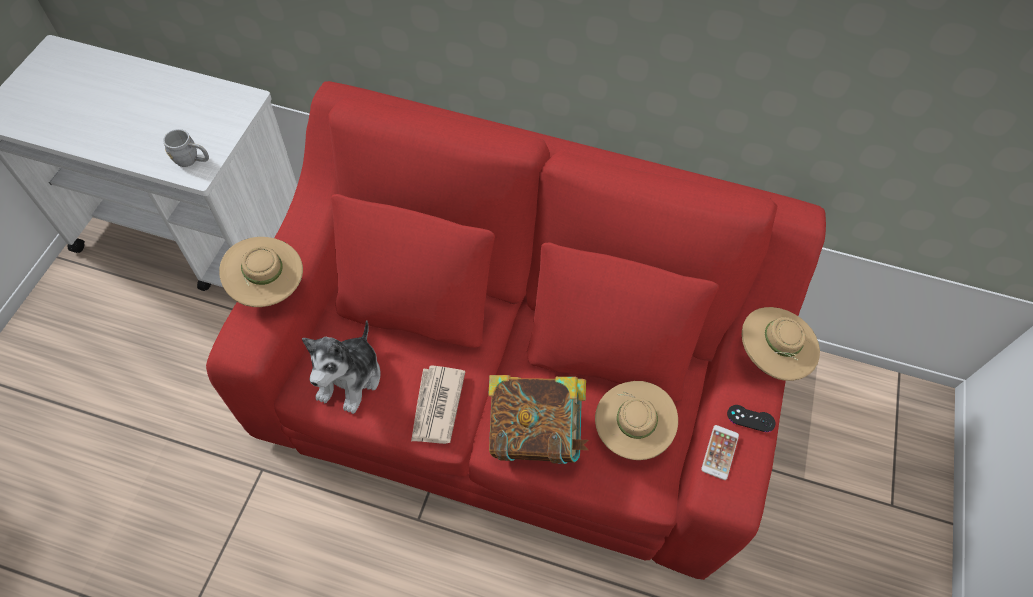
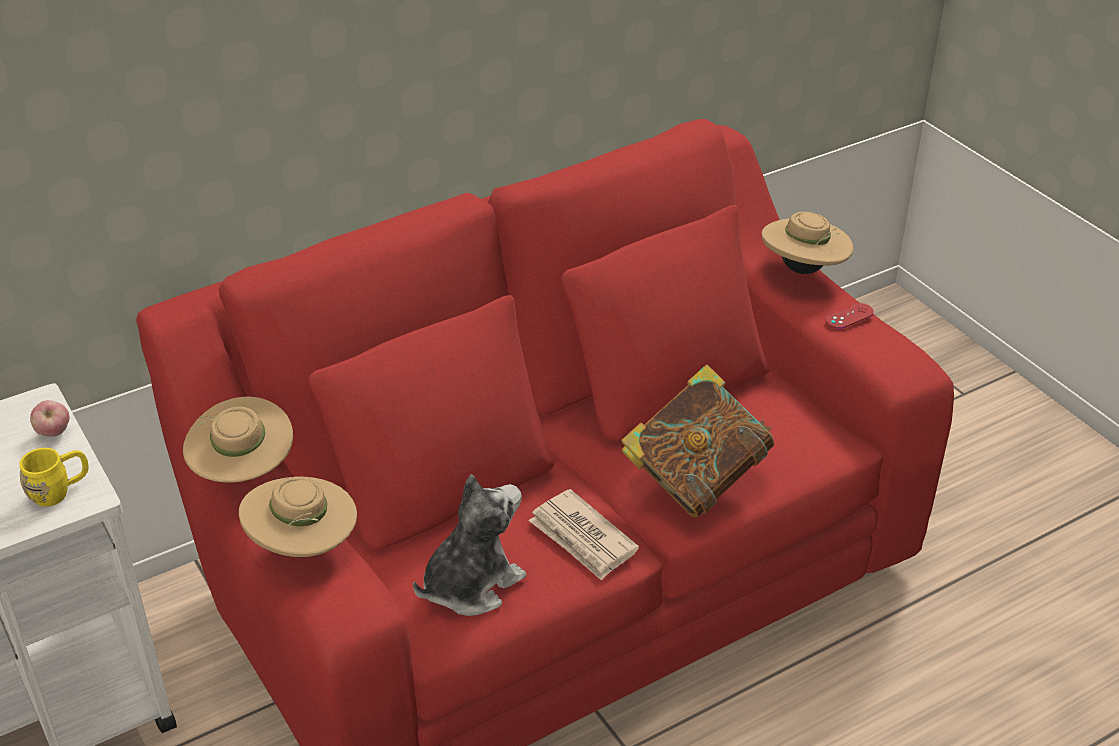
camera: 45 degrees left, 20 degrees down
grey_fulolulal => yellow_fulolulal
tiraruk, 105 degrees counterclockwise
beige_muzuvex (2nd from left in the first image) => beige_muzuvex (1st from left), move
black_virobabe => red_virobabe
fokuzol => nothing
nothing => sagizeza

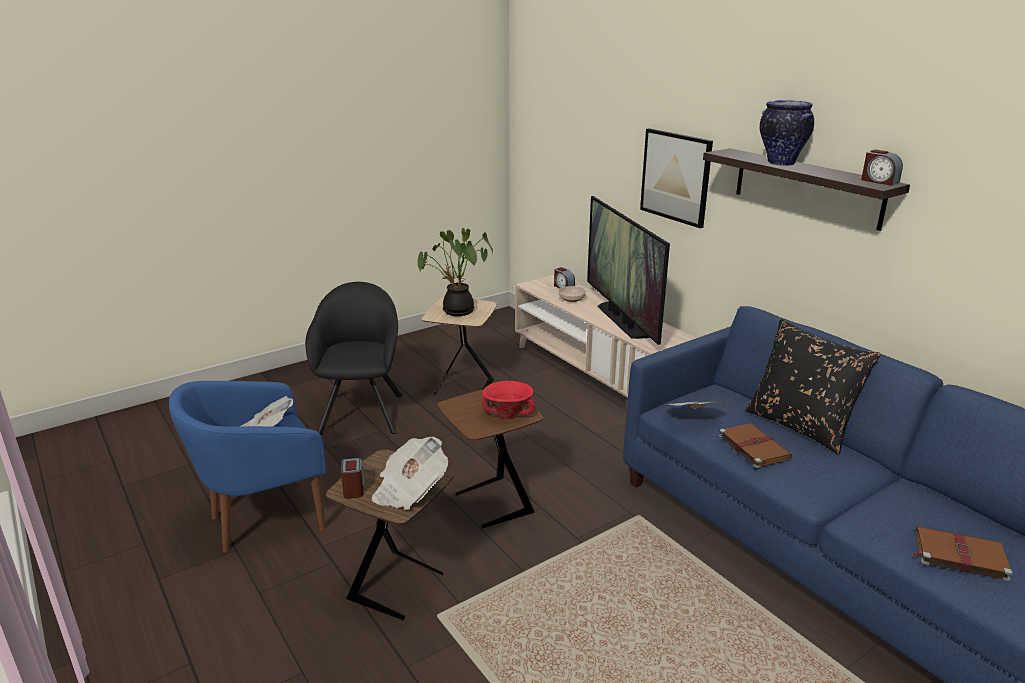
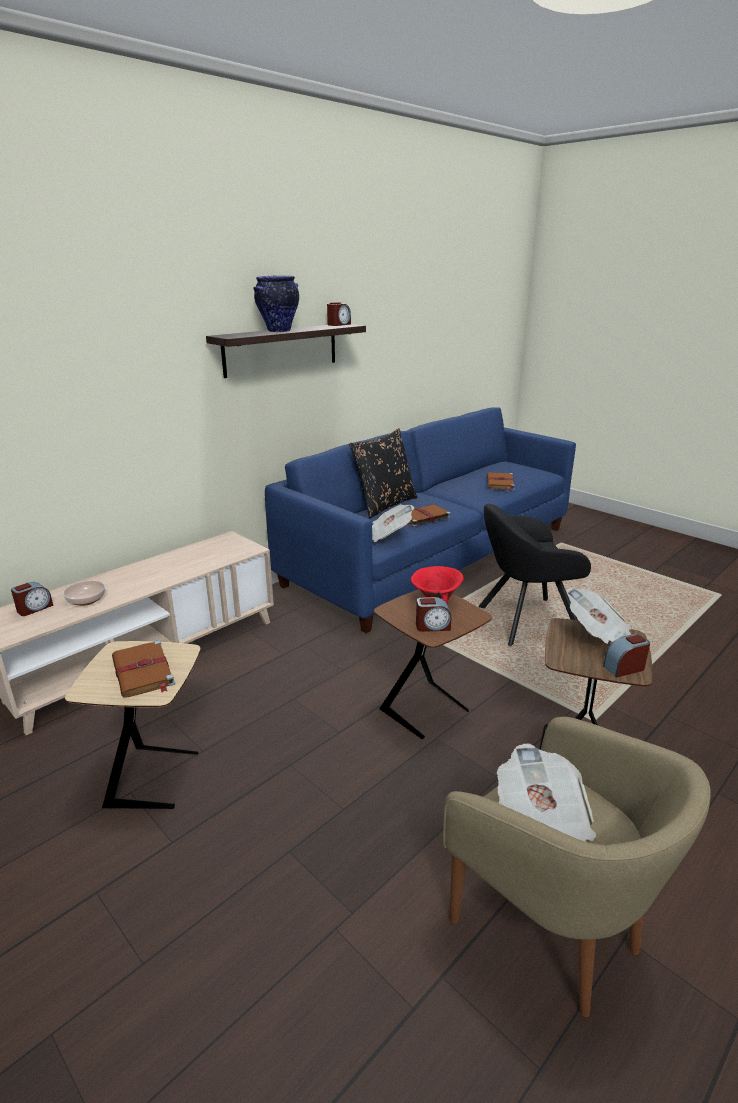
camera: 100 degrees left, 0 degrees up
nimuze => nothing
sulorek => nothing
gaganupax => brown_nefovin (1st from left)
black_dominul, move
blue_dominul => beige_dominul
nothing => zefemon (3rd from left)

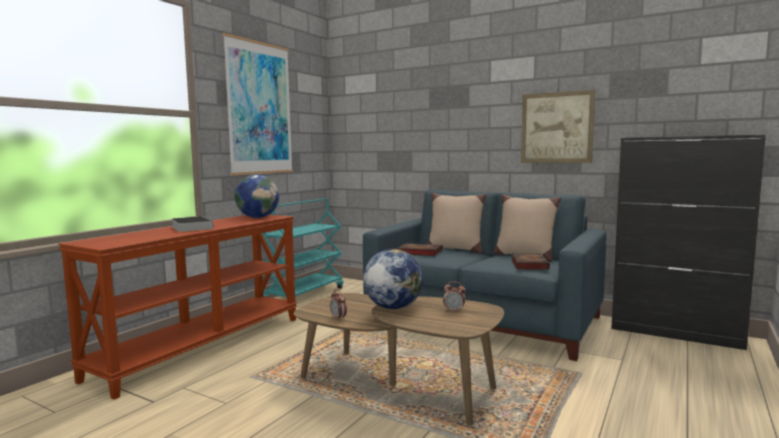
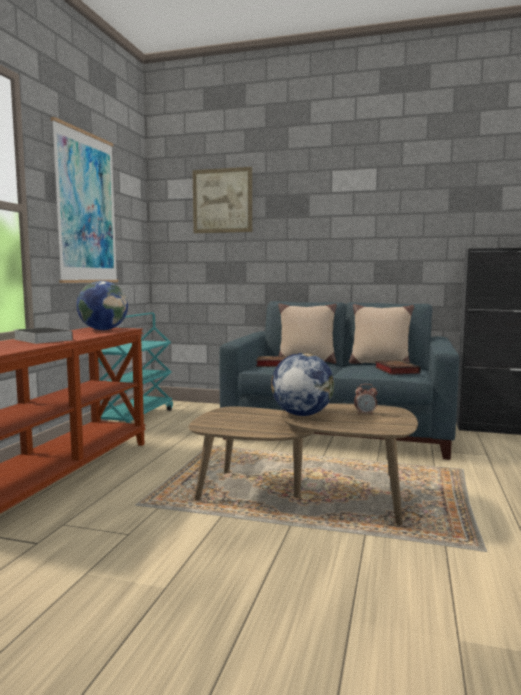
camera: 15 degrees left, 0 degrees up
nimuze (2nd from left), move
zefemon (1st from left) => nothing

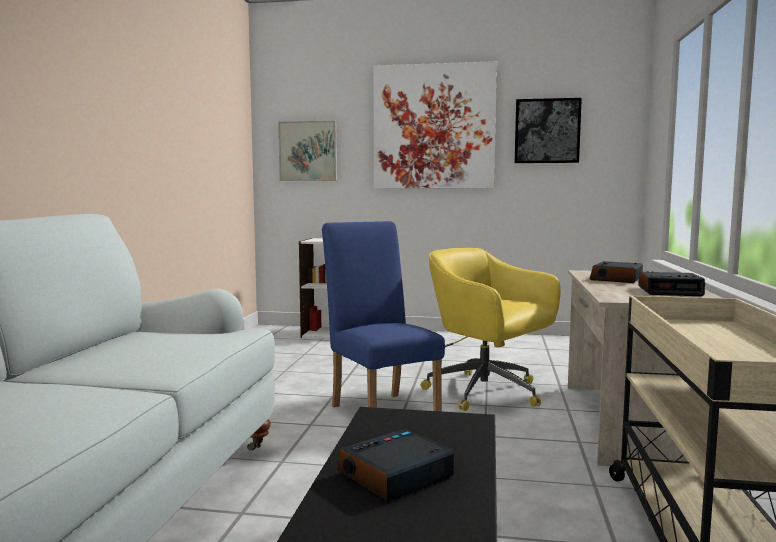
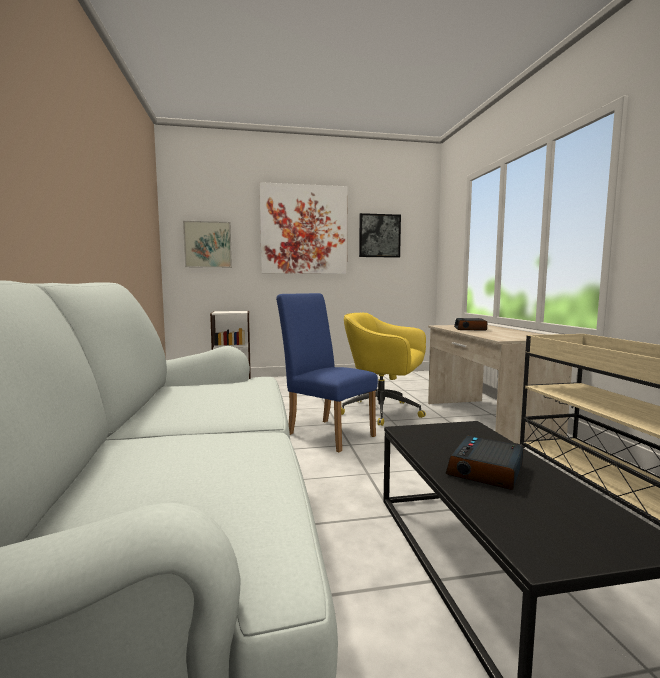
camera: 20 degrees left, 0 degrees up
zefemon (3rd from left) => nothing

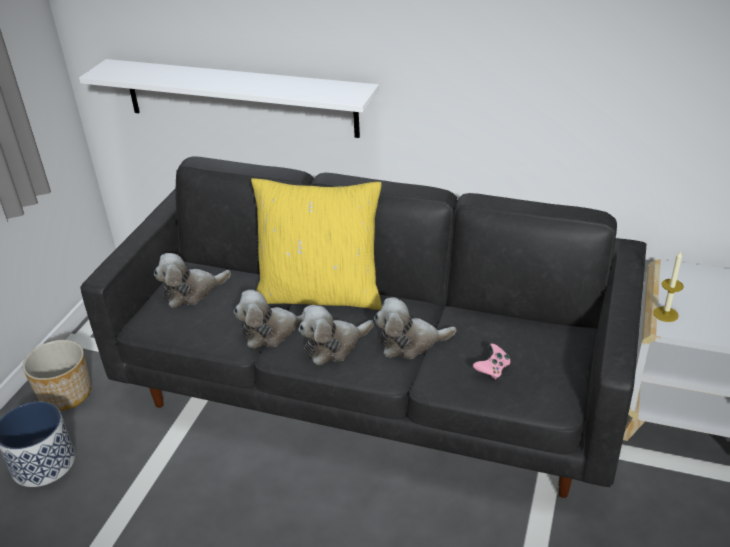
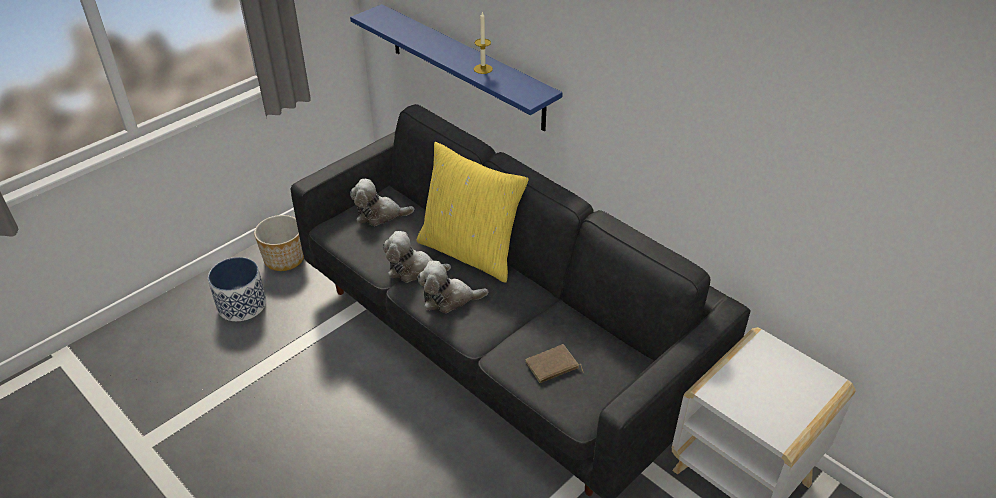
camera: 25 degrees right, 5 degrees up
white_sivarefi => blue_sivarefi
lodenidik, move
tiraruk (4th from left) => nothing
pink_virobabe => brown_nefovin

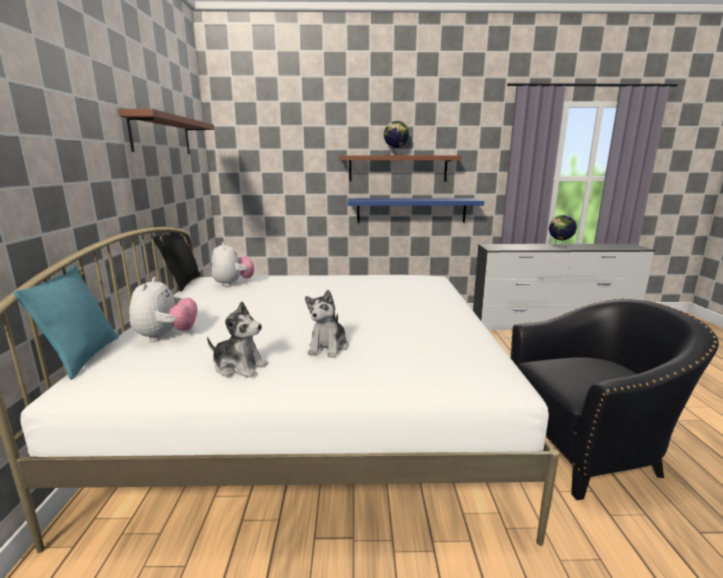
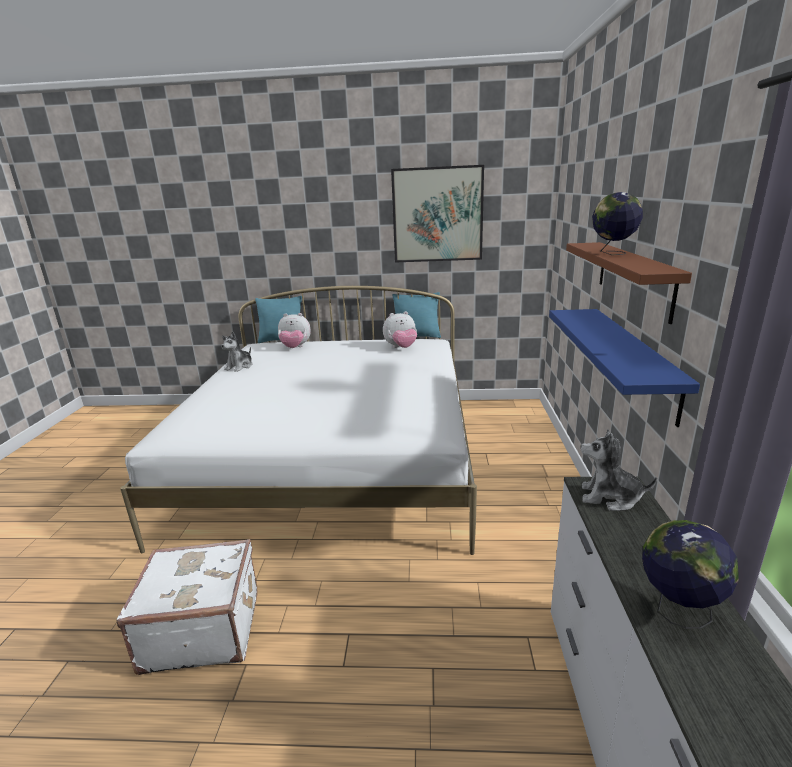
camera: 95 degrees right, 5 degrees up
brown_sivarefi (1st from left) => nimuze
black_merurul => turquoise_merurul (2nd from left)
tiraruk (4th from left), move
black_dominul => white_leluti

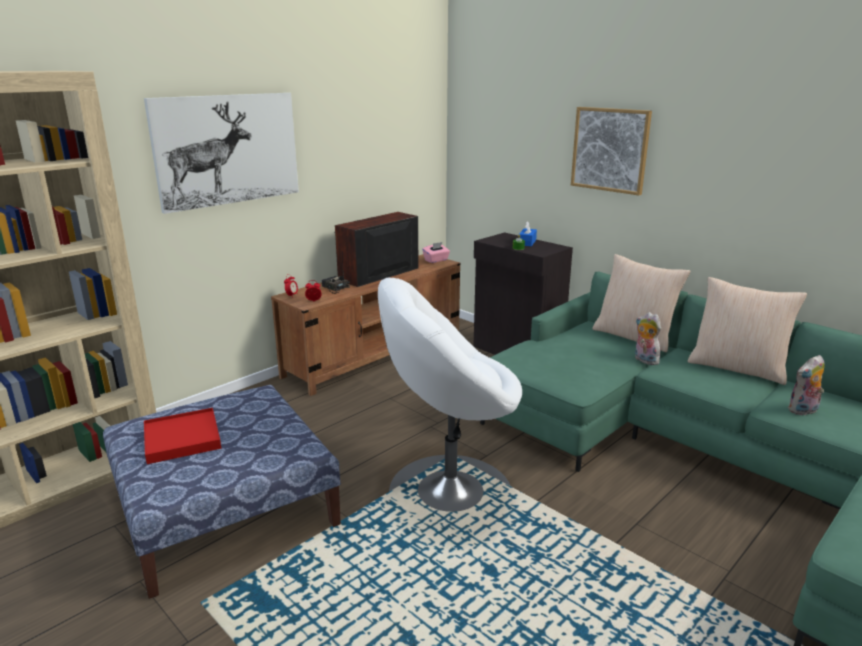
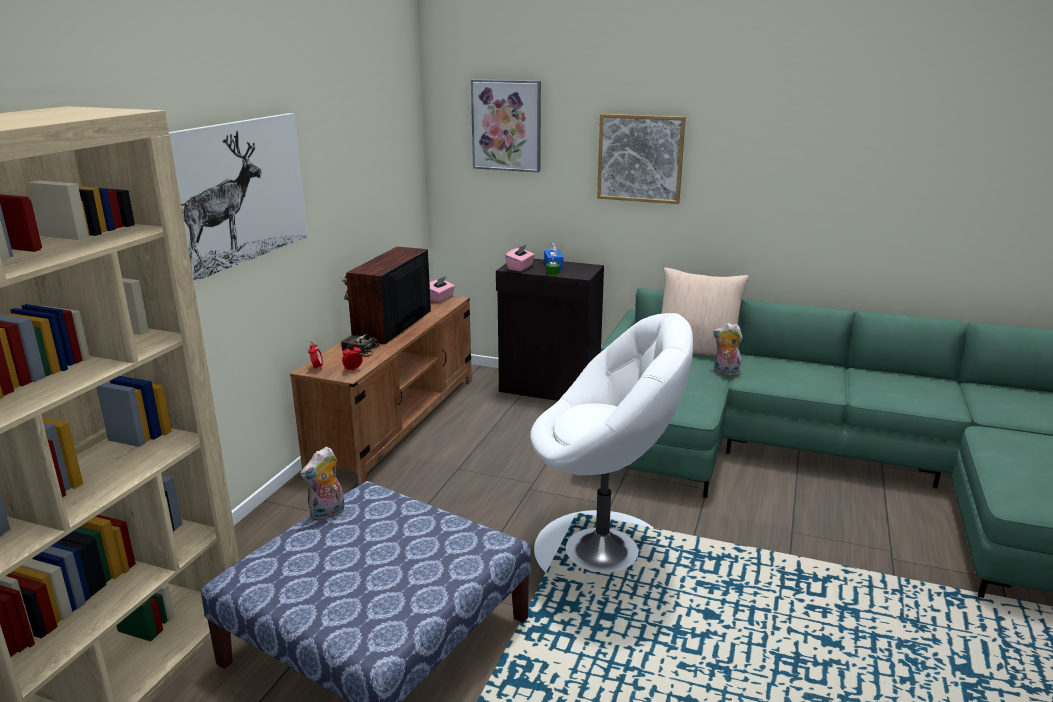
camera: 25 degrees left, 0 degrees up
beige_merurul (2nd from left) => nothing
white_dominul, 135 degrees counterclockwise
tiraruk (2nd from left in the first image) => tiraruk (1st from left), move
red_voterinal => nothing
nothing => nimuze (2nd from left)
nothing => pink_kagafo (2nd from left)

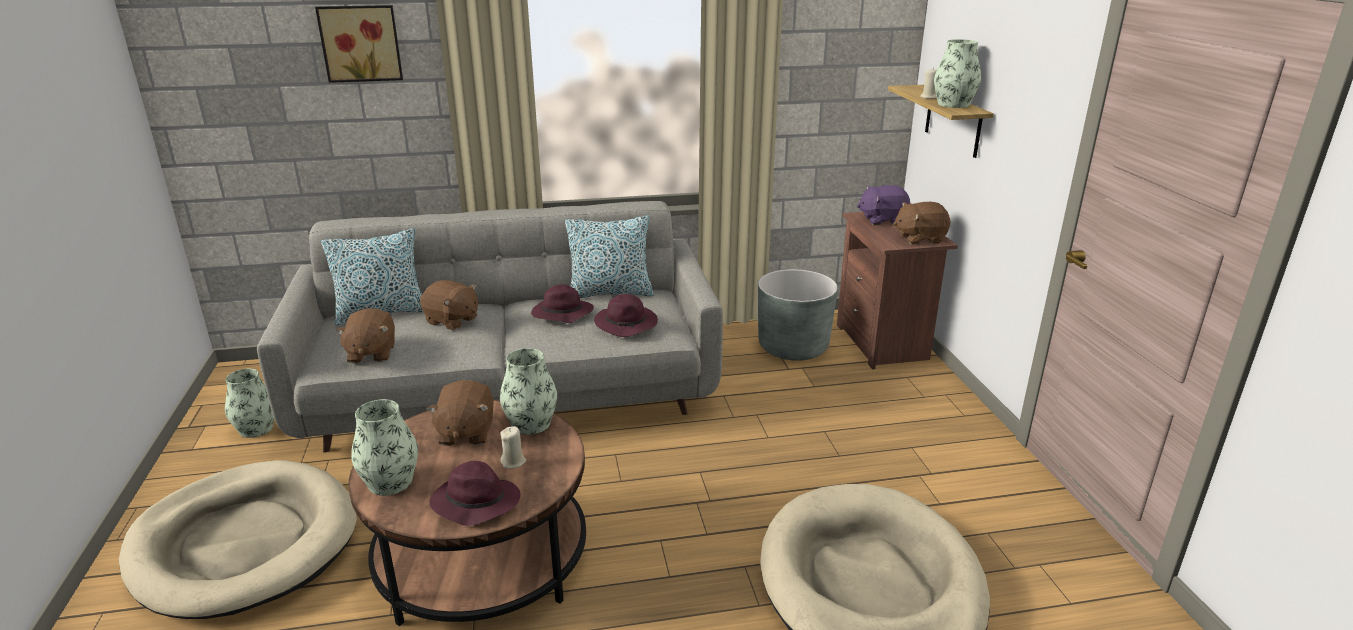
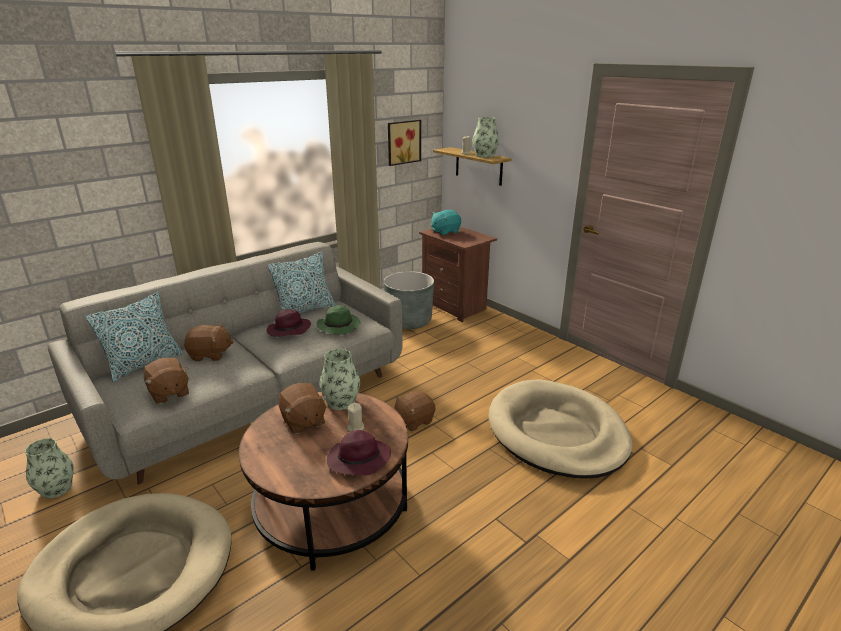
camera: 30 degrees left, 0 degrees up
nimuze, move
purple_tiraruk => turquoise_tiraruk
brown_tiraruk (4th from left), move
purple_muzuvex (3rd from left) => green_muzuvex
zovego (2nd from left) => nothing

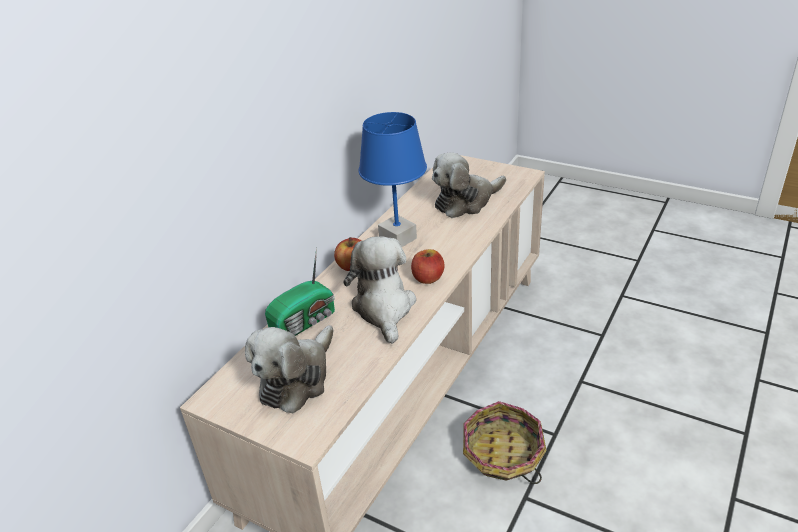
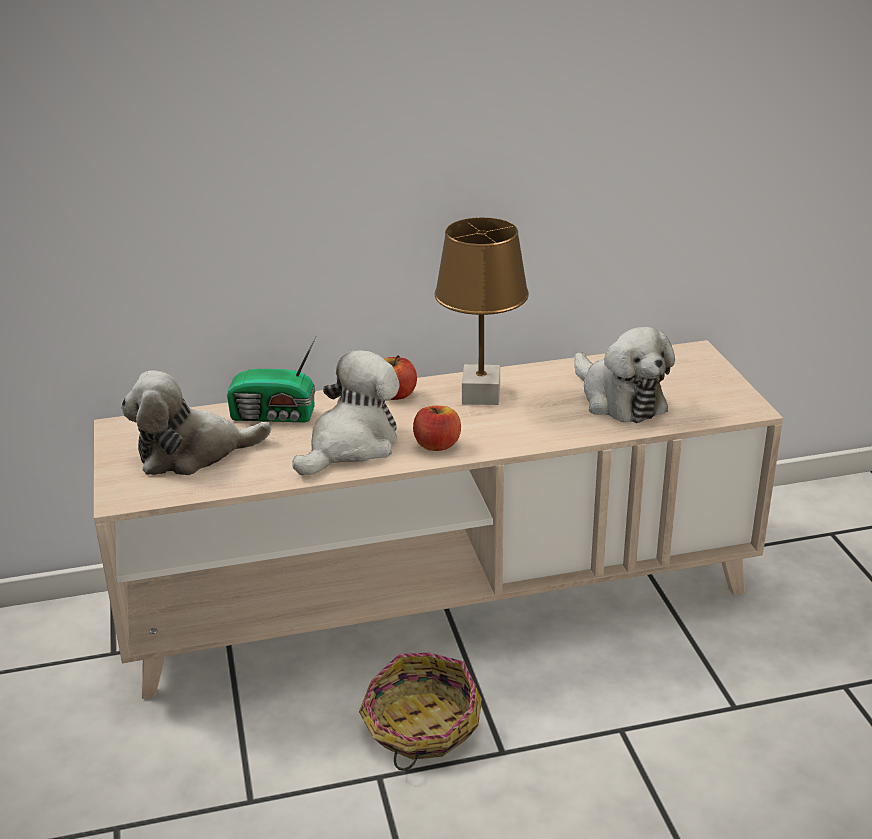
camera: 45 degrees right, 5 degrees down
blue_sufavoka => brown_sufavoka
tiraruk (3rd from left), 135 degrees counterclockwise

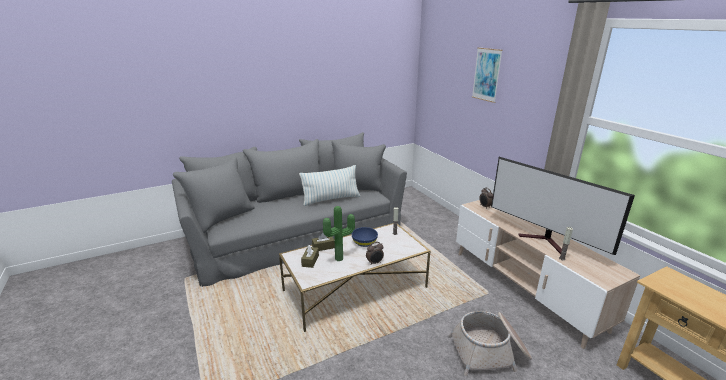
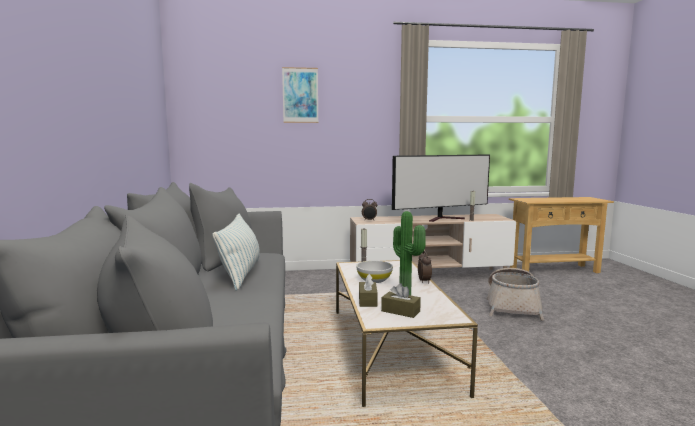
camera: 70 degrees left, 15 degrees down
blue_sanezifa => white_sanezifa

